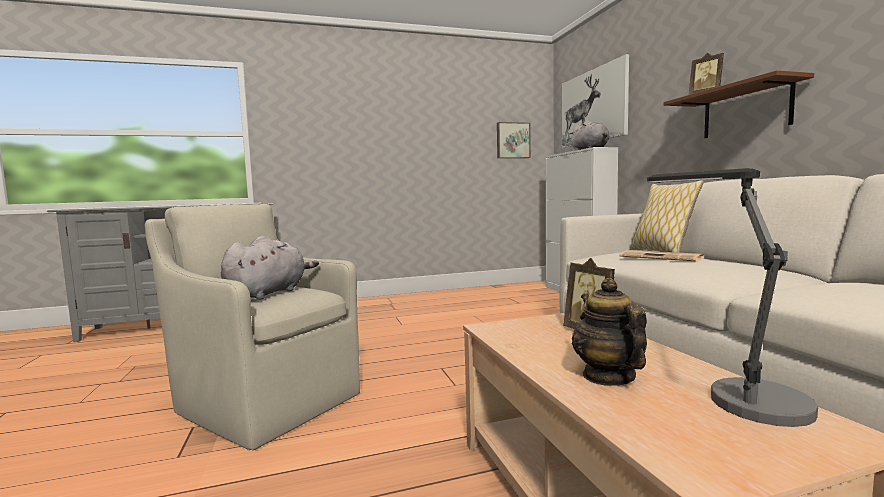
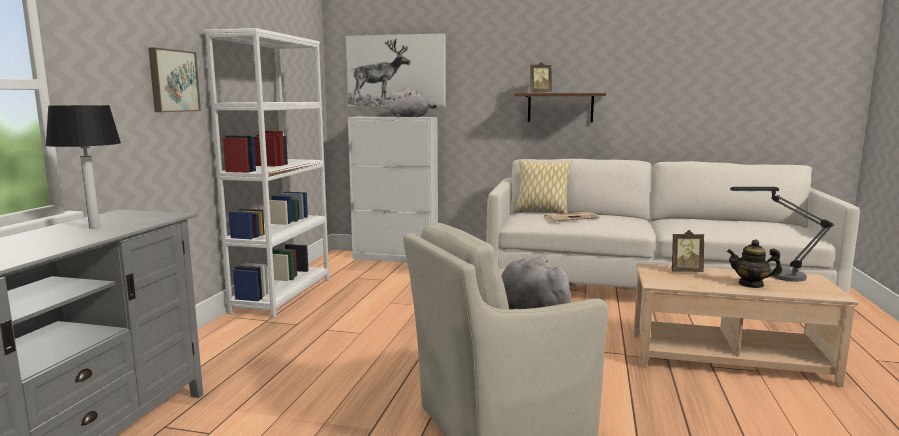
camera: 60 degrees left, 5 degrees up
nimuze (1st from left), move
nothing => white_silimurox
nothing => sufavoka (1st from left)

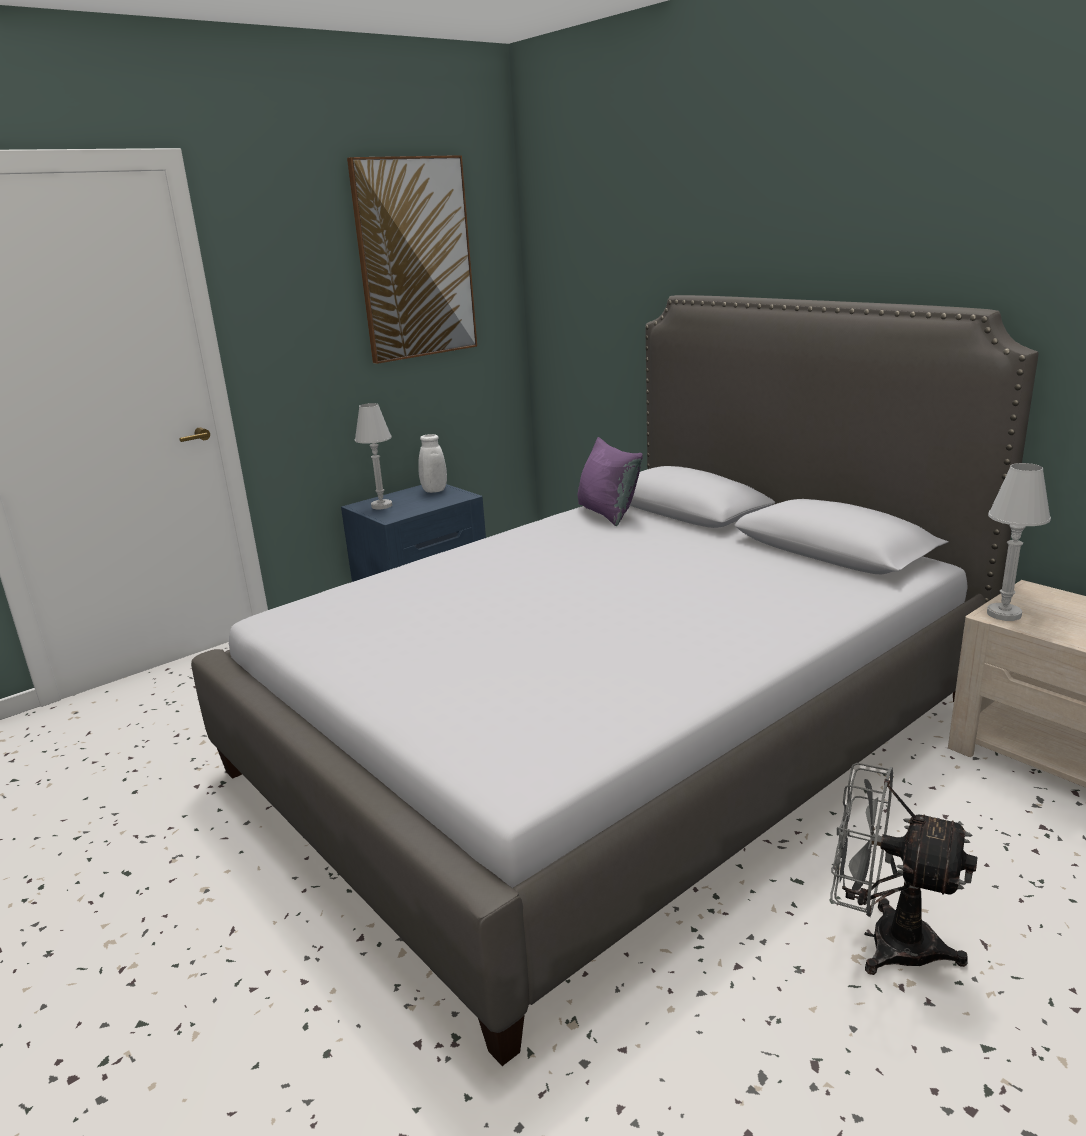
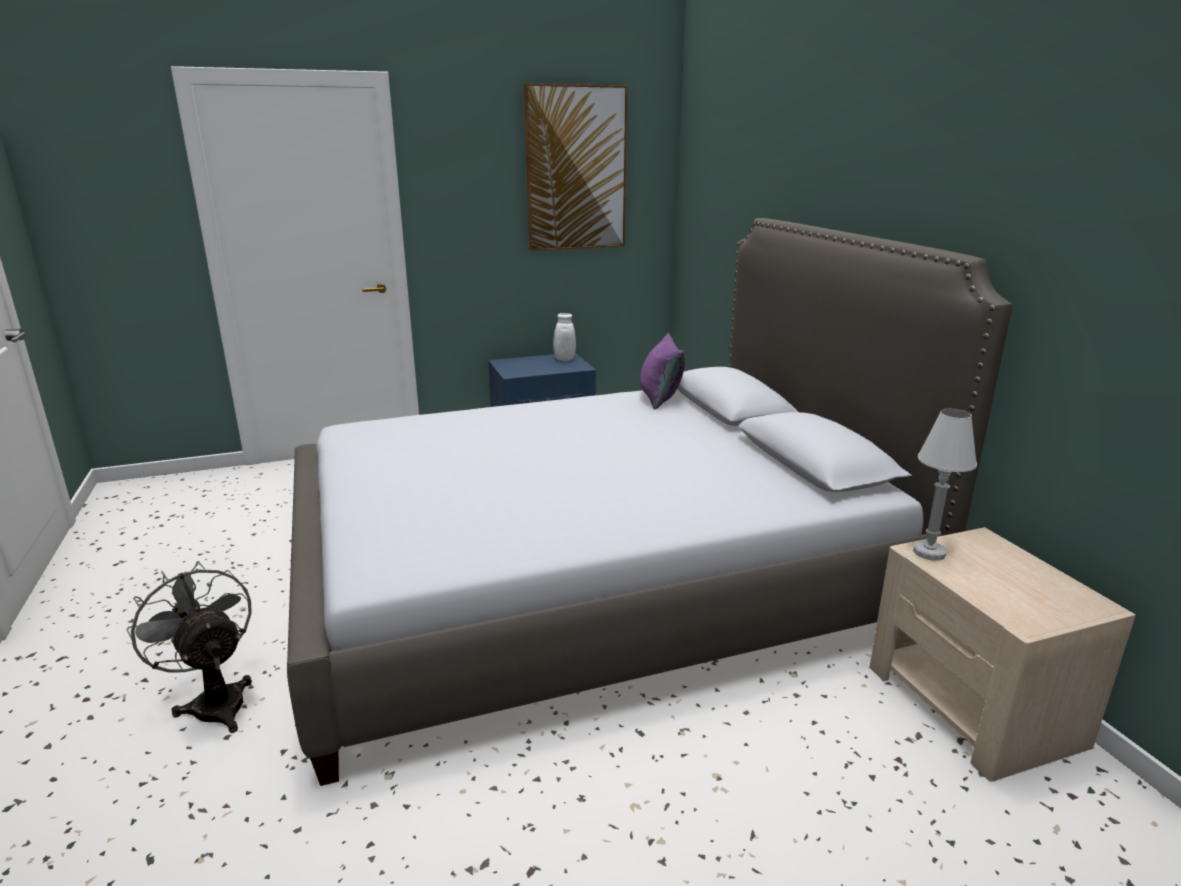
camera: 20 degrees right, 0 degrees up
white_sufavoka (1st from left) => nothing
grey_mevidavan, move

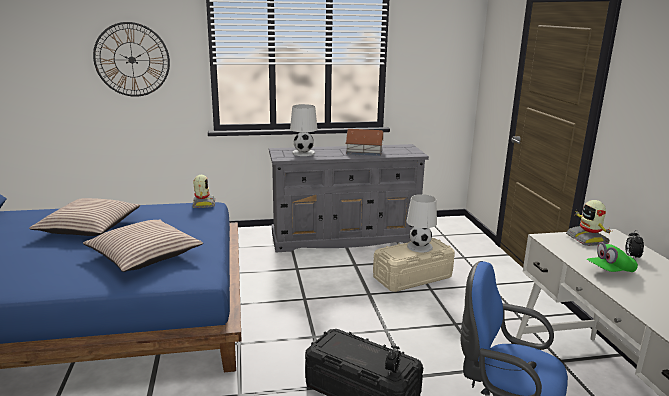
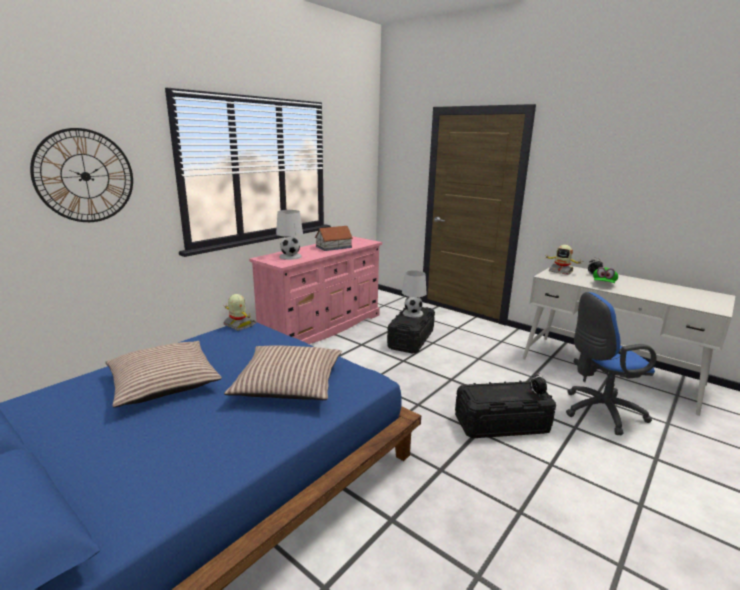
camera: 40 degrees left, 0 degrees up
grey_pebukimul => pink_pebukimul
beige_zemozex => black_zemozex (1st from left)

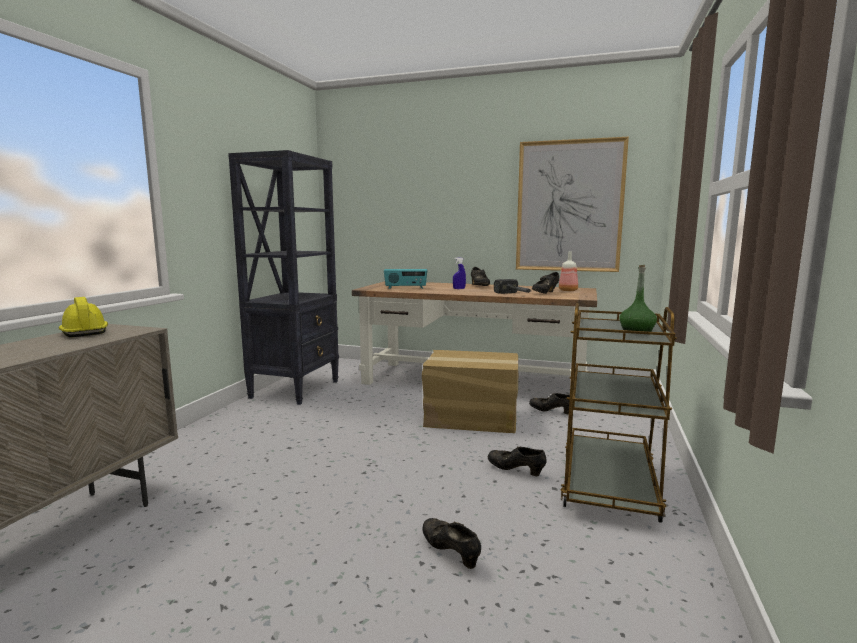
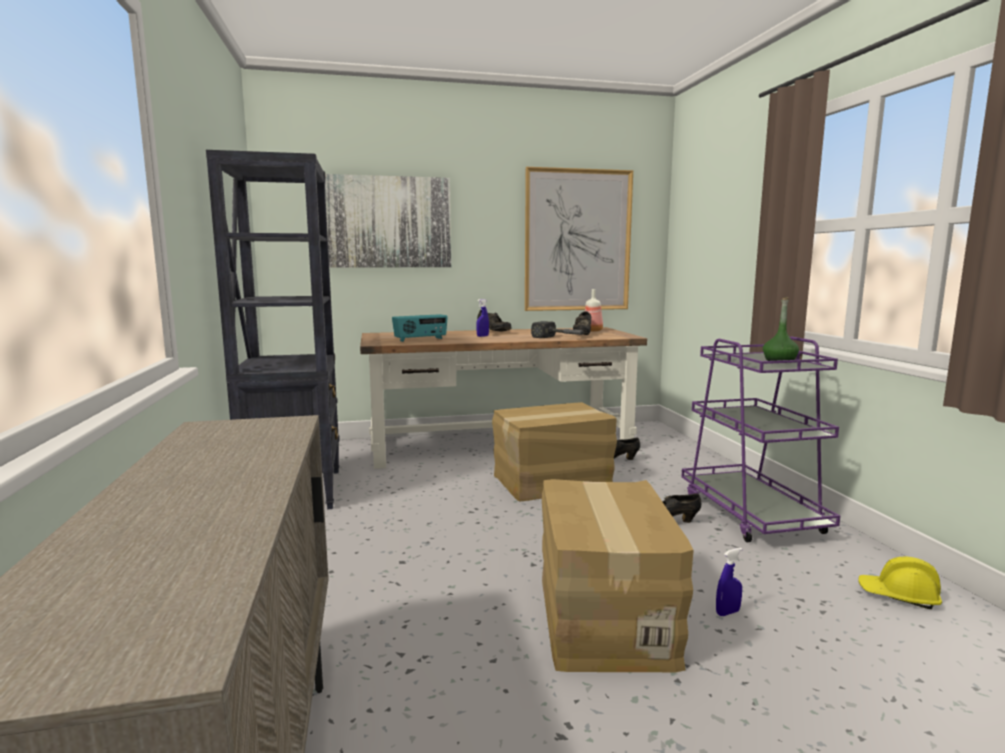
camera: 30 degrees left, 0 degrees up
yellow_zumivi, move
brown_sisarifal => purple_sisarifal
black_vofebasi (1st from left) => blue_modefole (2nd from left)
nothing => nimuze (1st from left)
nothing => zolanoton (2nd from left)

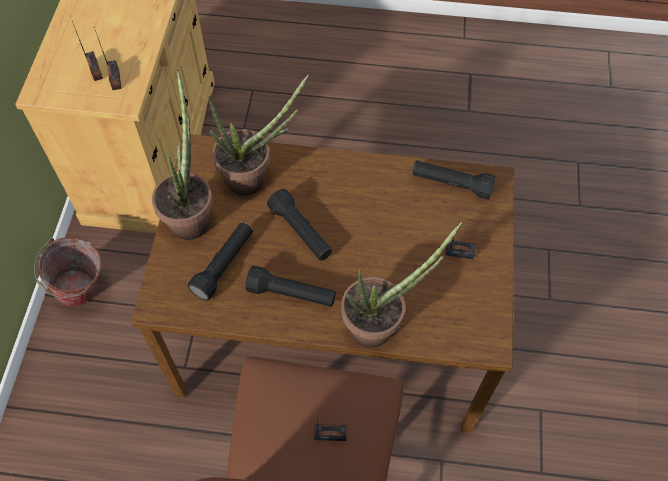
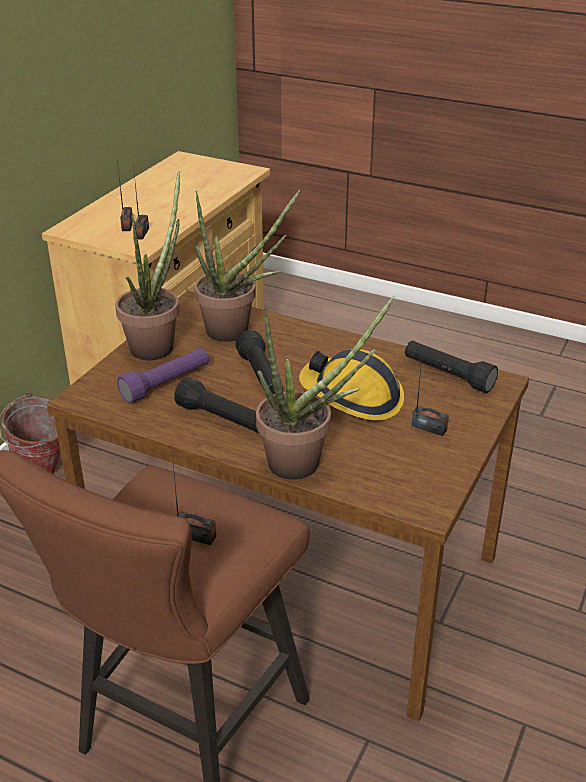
camera: 20 degrees right, 25 degrees down
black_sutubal (1st from left) => purple_sutubal
nothing => zumivi

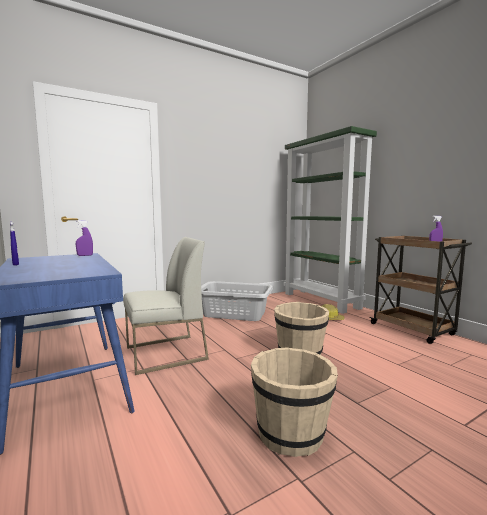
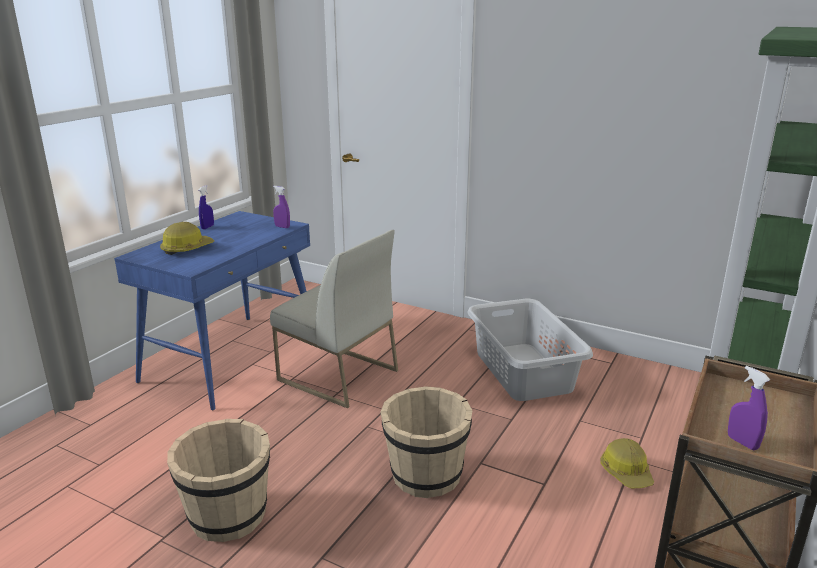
camera: 60 degrees right, 15 degrees up
nothing => zumivi (1st from left)

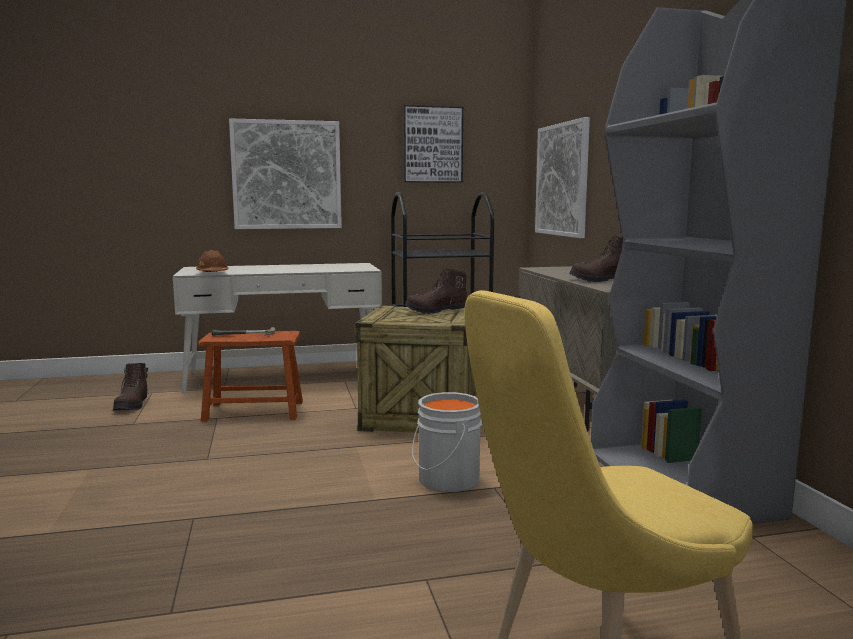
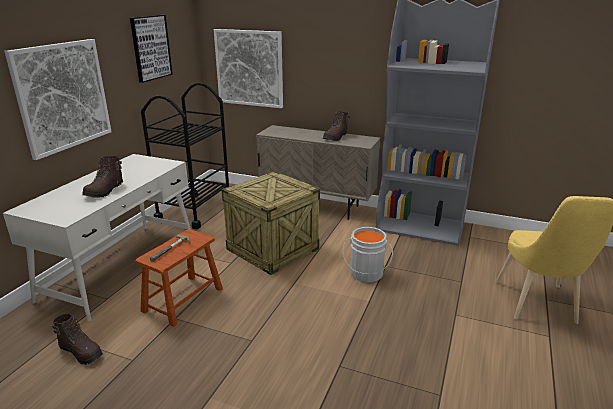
camera: 55 degrees left, 15 degrees up
brown_zumivi => nothing
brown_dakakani (2nd from left), move

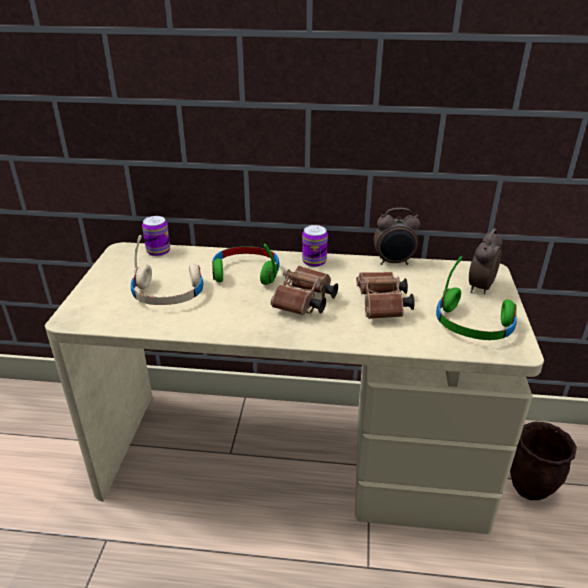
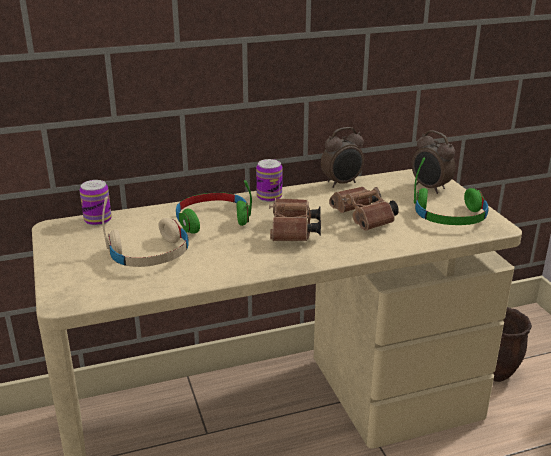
camera: 25 degrees left, 5 degrees down
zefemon (2nd from left), 45 degrees counterclockwise

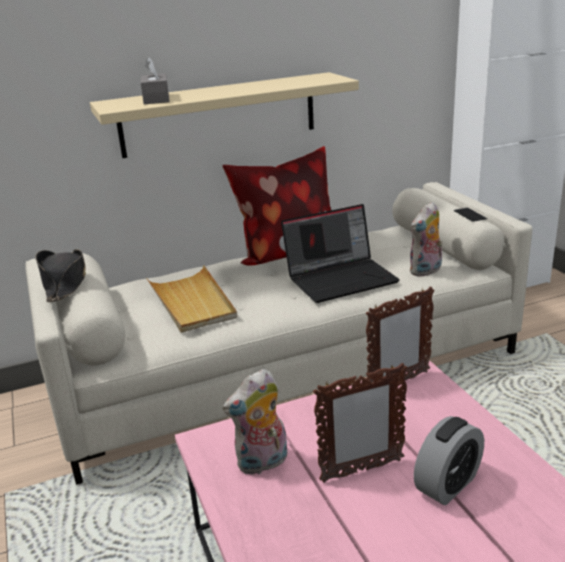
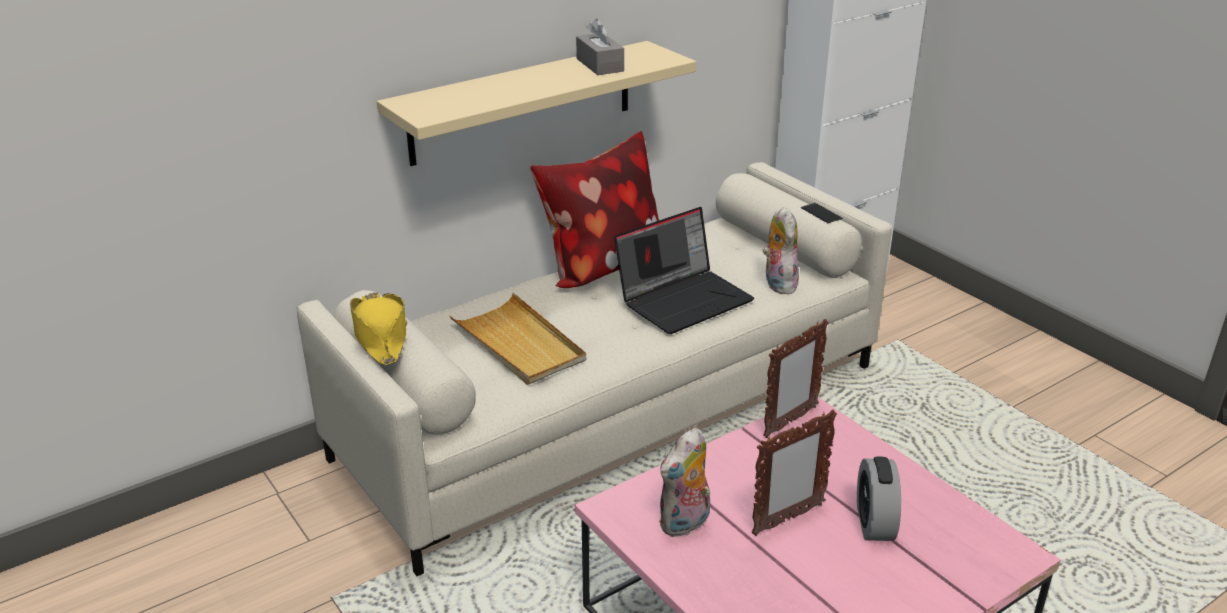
camera: 15 degrees left, 5 degrees up
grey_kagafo, move
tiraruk (2nd from left), 135 degrees clockwise
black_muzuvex => yellow_muzuvex
zefemon, 150 degrees clockwise

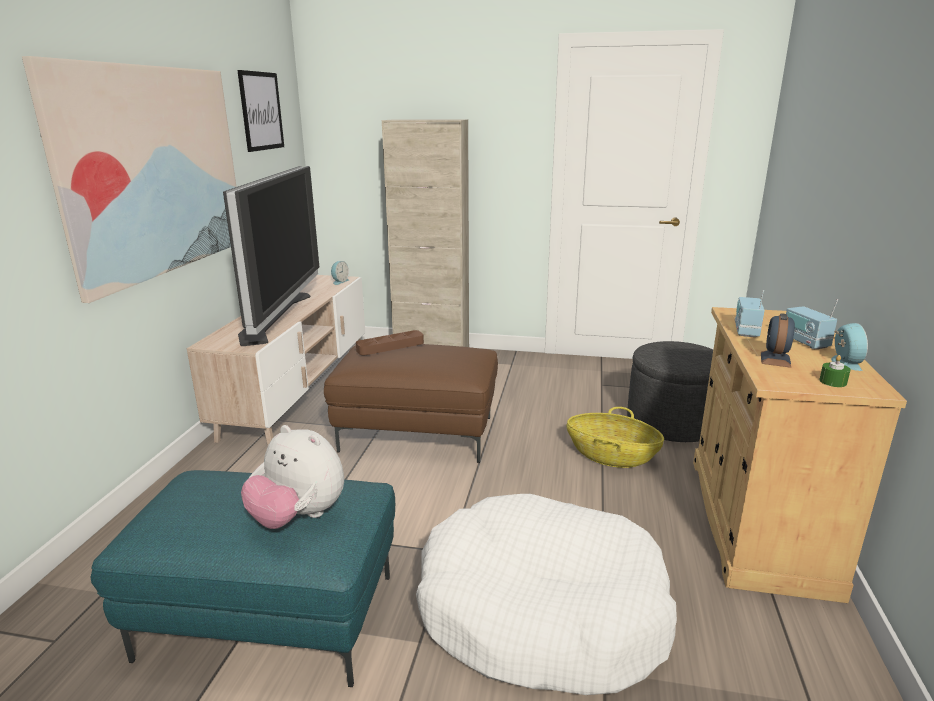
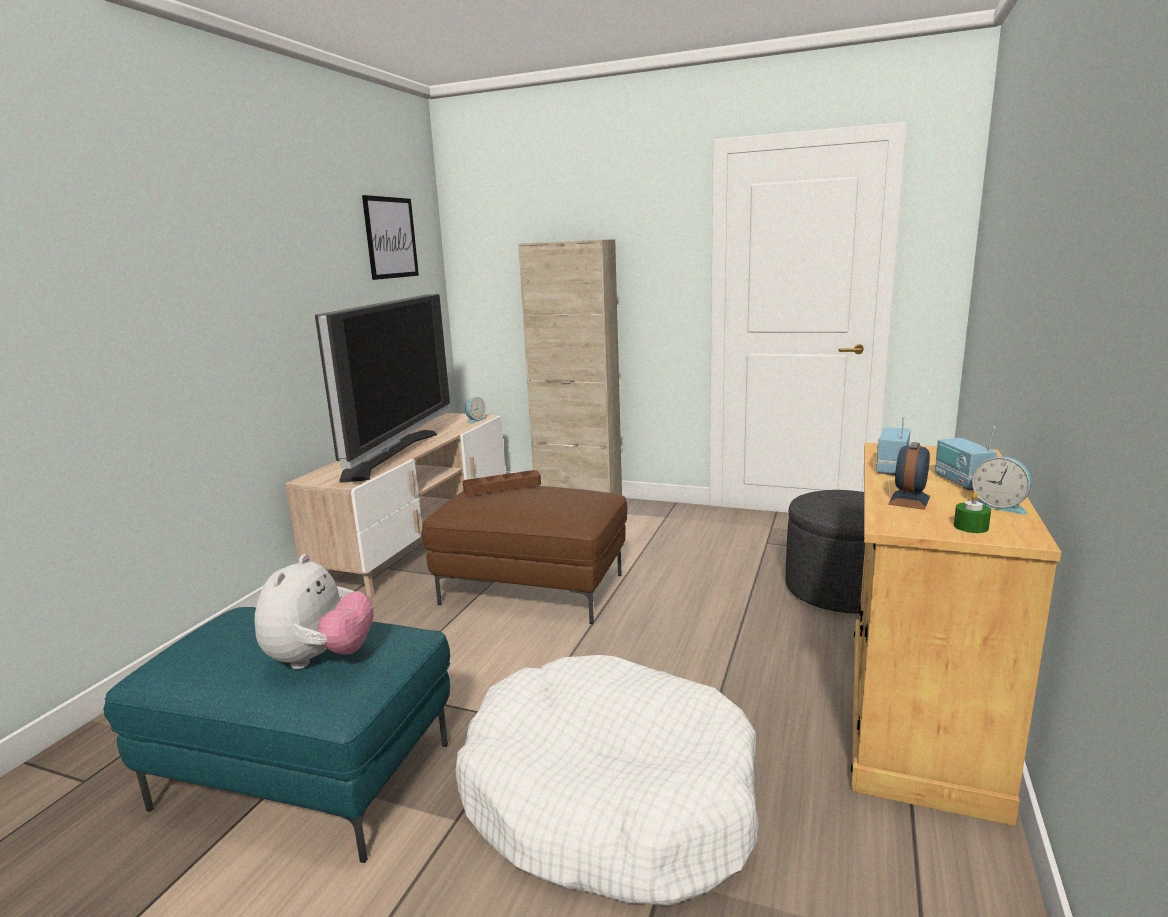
camera: 10 degrees right, 5 degrees down
nimuze (1st from left) => nothing
zefemon (3rd from left), 120 degrees clockwise
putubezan => nothing
tiraruk, 120 degrees counterclockwise

